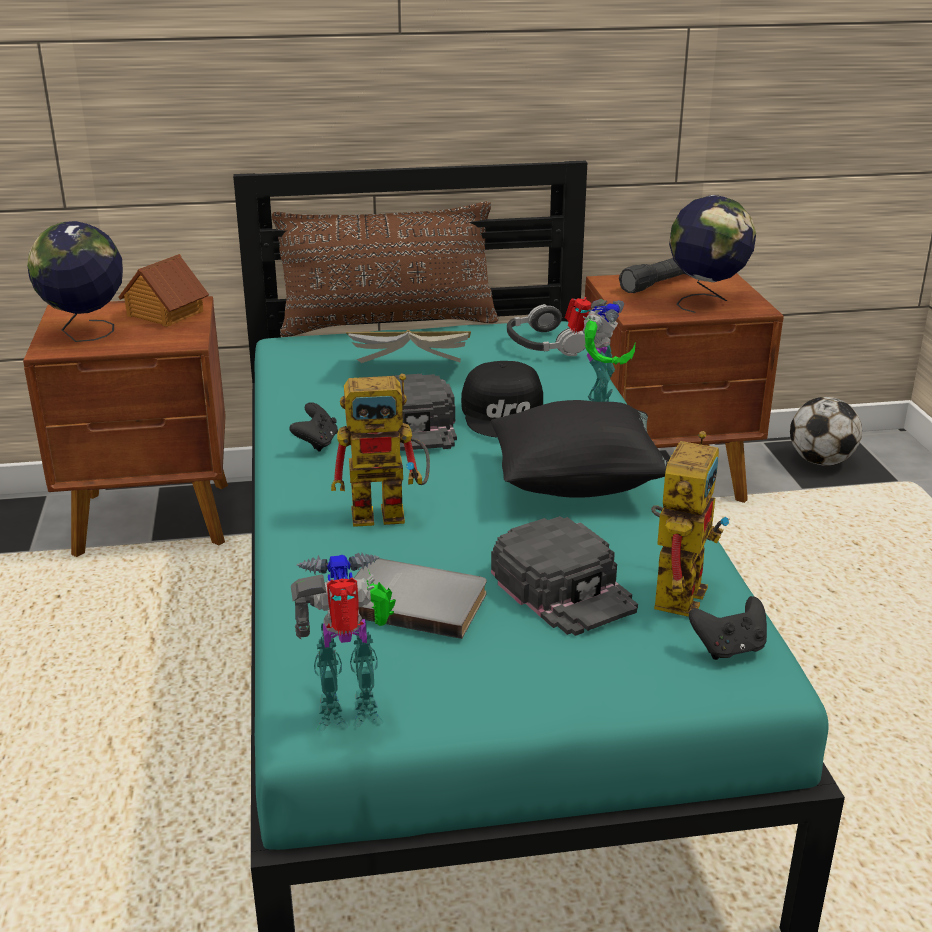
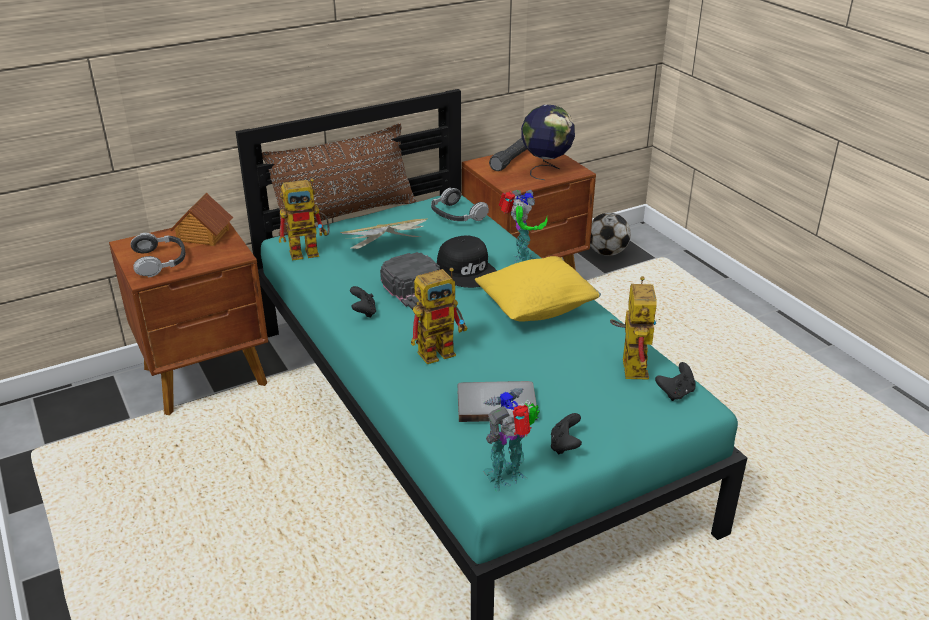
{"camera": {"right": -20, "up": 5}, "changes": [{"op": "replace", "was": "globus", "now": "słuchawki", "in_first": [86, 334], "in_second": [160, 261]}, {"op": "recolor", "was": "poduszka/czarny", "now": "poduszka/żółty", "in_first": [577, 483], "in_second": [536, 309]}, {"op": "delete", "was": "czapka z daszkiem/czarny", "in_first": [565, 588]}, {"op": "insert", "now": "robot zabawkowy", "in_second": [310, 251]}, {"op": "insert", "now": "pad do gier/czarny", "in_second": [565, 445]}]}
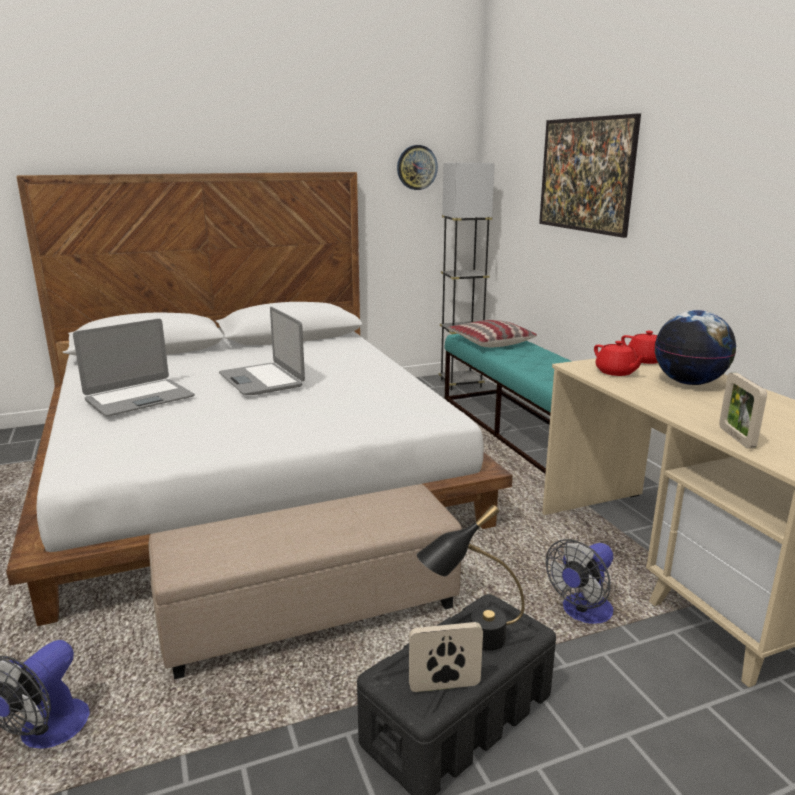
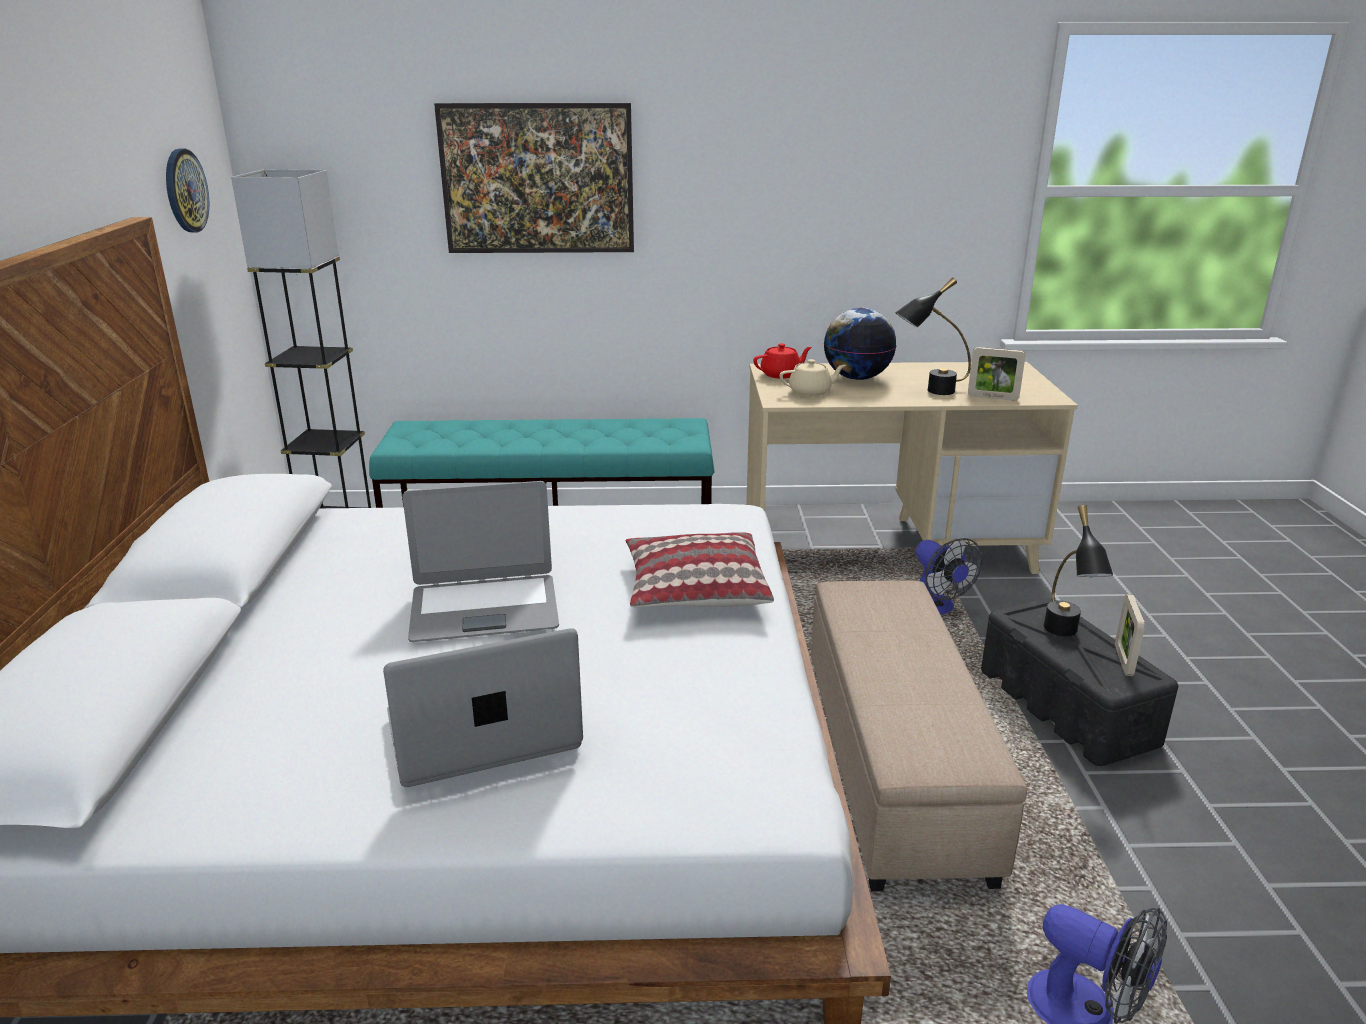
{"camera": {"right": -70, "up": 5}, "changes": [{"op": "rotate", "was": "laptop", "in_first": [139, 399], "in_second": [483, 733], "clockwise": -90}, {"op": "move", "was": "poduszka", "in_first": [490, 342], "in_second": [695, 589]}, {"op": "recolor", "was": "imbryk/czerwony", "now": "imbryk/beżowy", "in_first": [616, 372], "in_second": [811, 392]}, {"op": "insert", "now": "lampa stołowa/czarny", "in_second": [928, 392]}]}
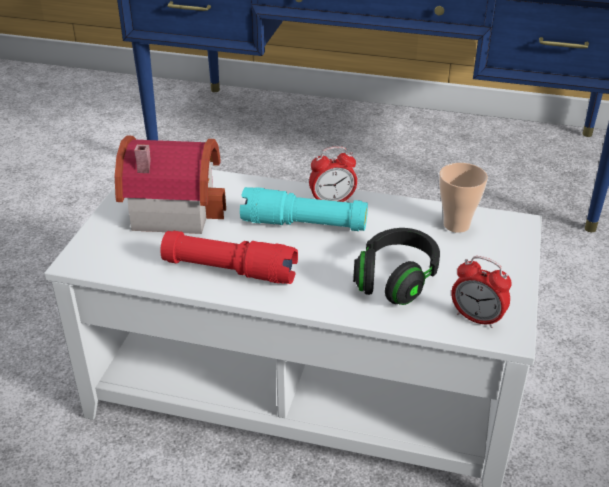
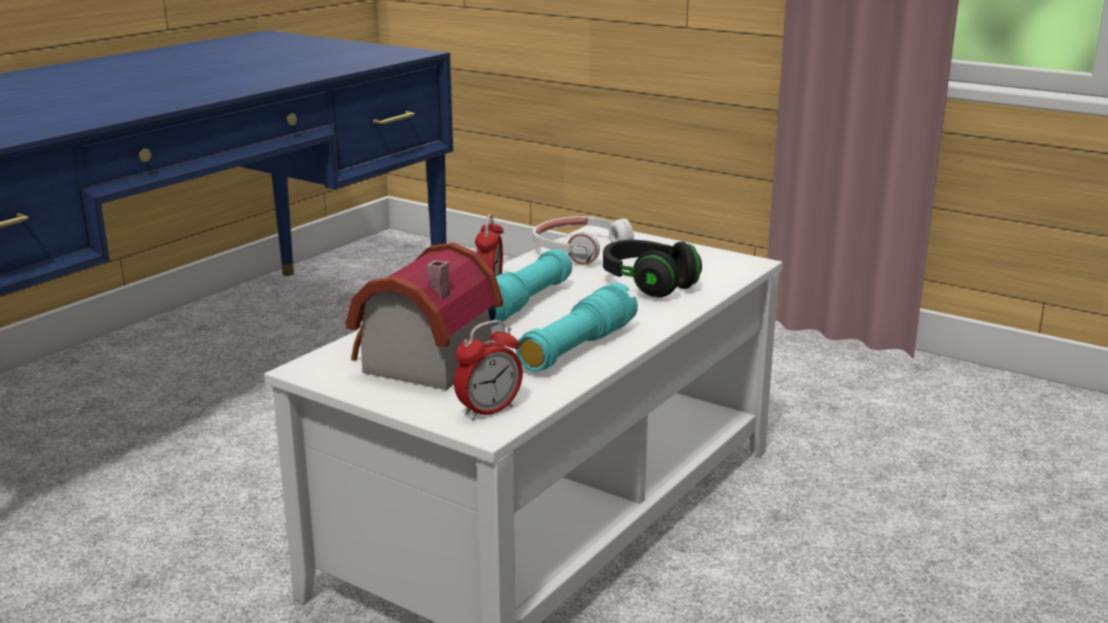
{"camera": {"right": -70, "up": -15}, "changes": [{"op": "replace", "was": "filiżanka", "now": "słuchawki/biały", "in_first": [456, 225], "in_second": [580, 250]}, {"op": "recolor", "was": "latarka/czerwony", "now": "latarka/turkusowy", "in_first": [229, 270], "in_second": [577, 348]}, {"op": "move", "was": "budzik", "in_first": [477, 318], "in_second": [489, 411]}]}
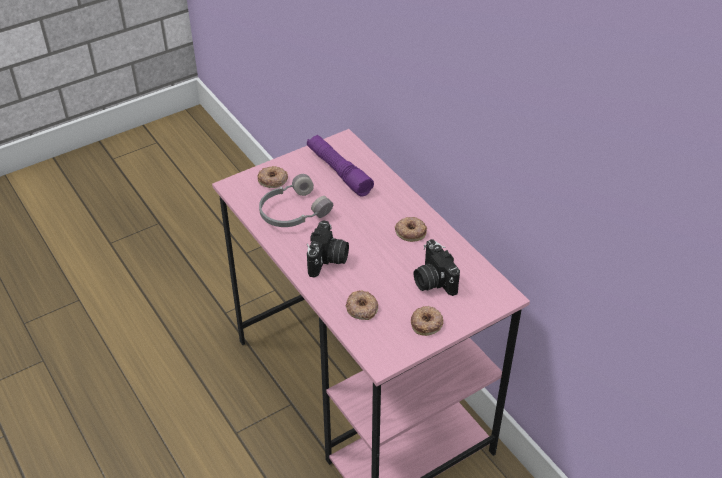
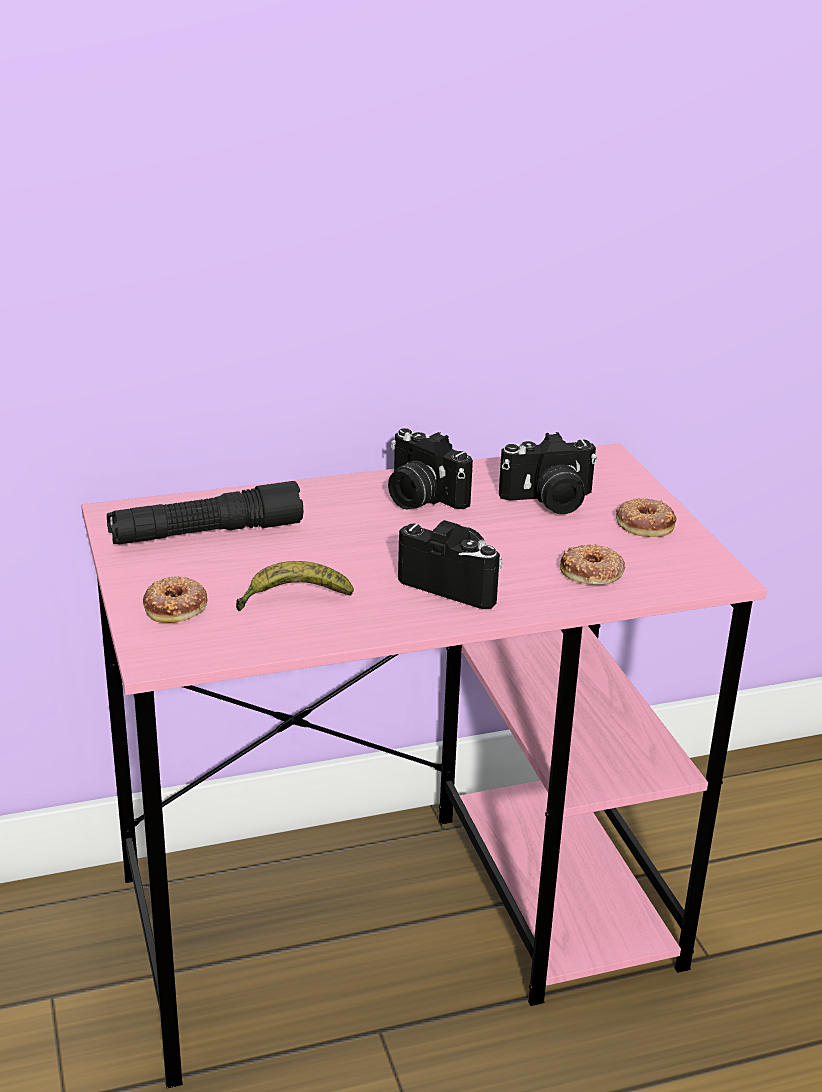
{"camera": {"right": -75, "up": -15}, "changes": [{"op": "recolor", "was": "latarka/fioletowy", "now": "latarka/czarny", "in_first": [338, 171], "in_second": [206, 533]}, {"op": "replace", "was": "słuchawki/szary", "now": "banan", "in_first": [292, 211], "in_second": [292, 599]}, {"op": "replace", "was": "donut", "now": "aparat fotograficzny", "in_first": [410, 231], "in_second": [420, 498]}]}
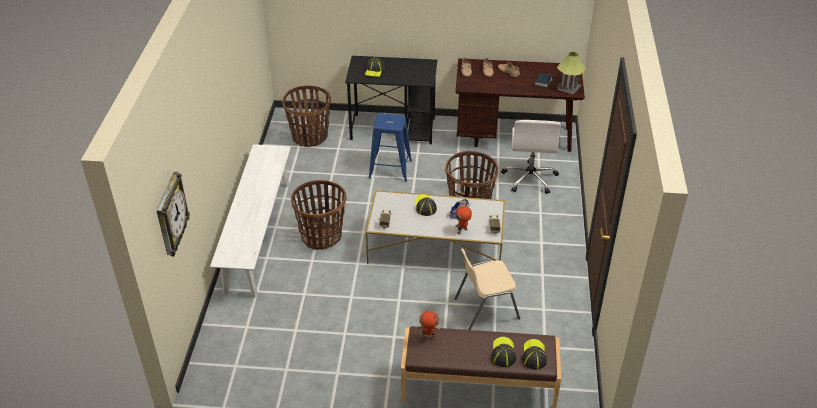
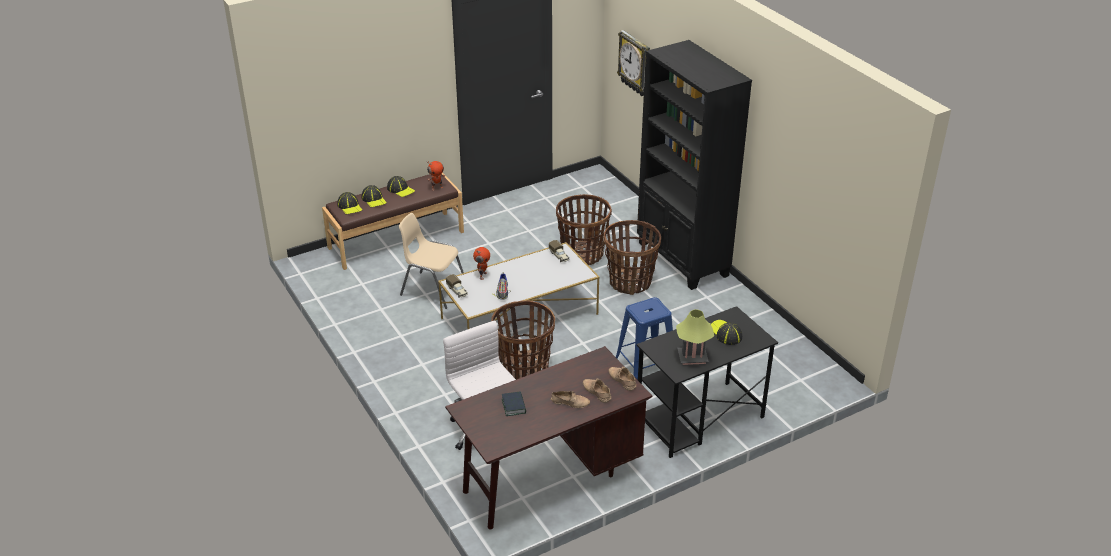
{"camera": {"right": 145, "up": -5}, "changes": [{"op": "move", "was": "lampa stołowa", "in_first": [568, 88], "in_second": [692, 357]}, {"op": "move", "was": "koszyk", "in_first": [310, 137], "in_second": [582, 254]}, {"op": "replace", "was": "ławka/biały", "now": "regał/czarny", "in_first": [258, 236], "in_second": [682, 260]}, {"op": "move", "was": "czapka z daszkiem", "in_first": [425, 206], "in_second": [400, 189]}, {"op": "rotate", "was": "krzesło/beżowy", "in_first": [485, 308], "in_second": [432, 289], "clockwise": -105}]}
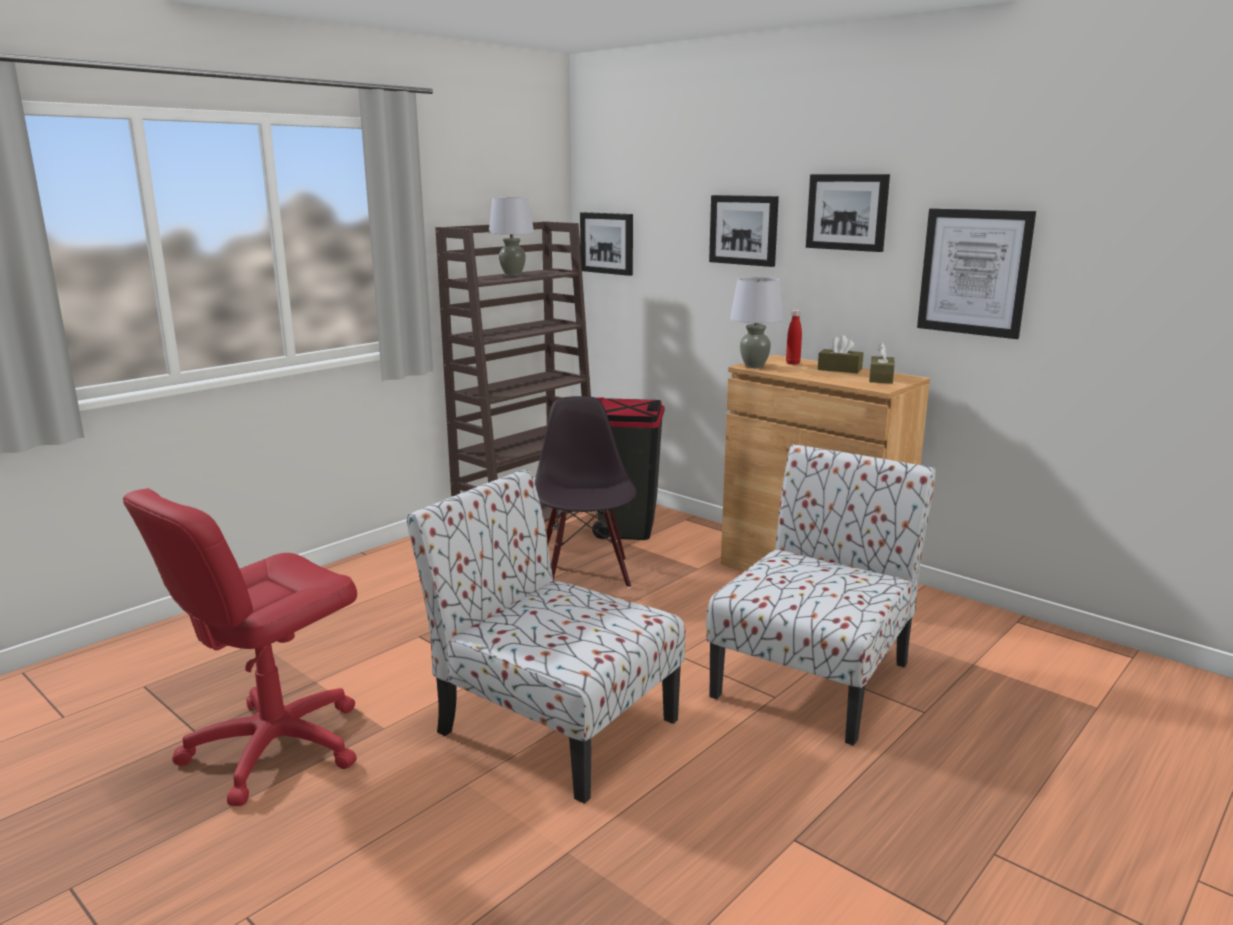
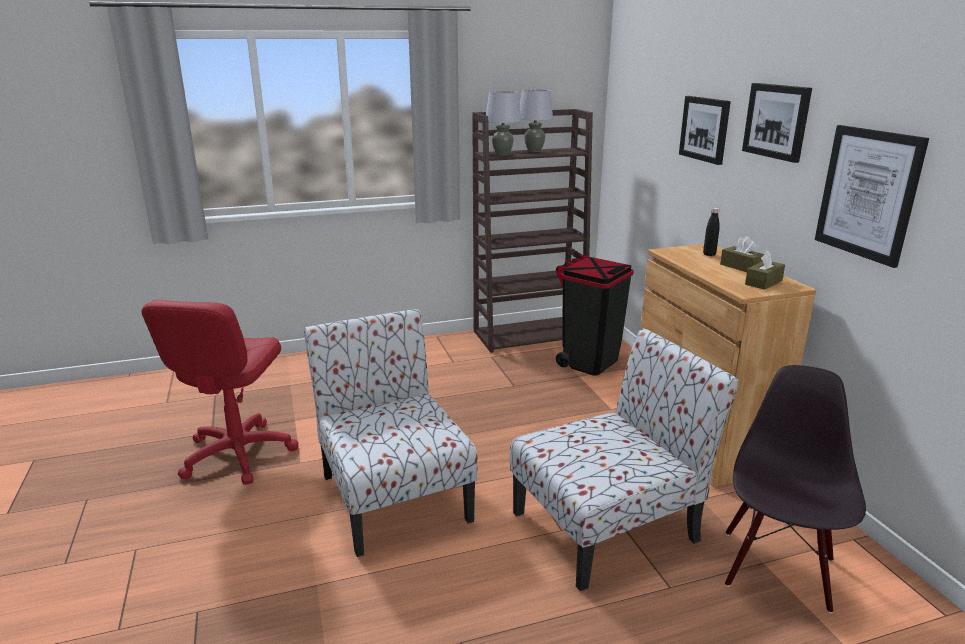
{"camera": {"right": 30, "up": 5}, "changes": [{"op": "delete", "was": "obraz", "in_first": [607, 243]}, {"op": "move", "was": "lampa stołowa/szary", "in_first": [753, 366], "in_second": [502, 154]}, {"op": "recolor", "was": "butelka/czerwony", "now": "butelka/czarny", "in_first": [792, 363], "in_second": [709, 254]}, {"op": "move", "was": "krzesło/czarny", "in_first": [585, 575], "in_second": [777, 570]}, {"op": "rotate", "was": "krzesło biurowe/czerwony", "in_first": [274, 747], "in_second": [237, 454], "clockwise": -60}]}
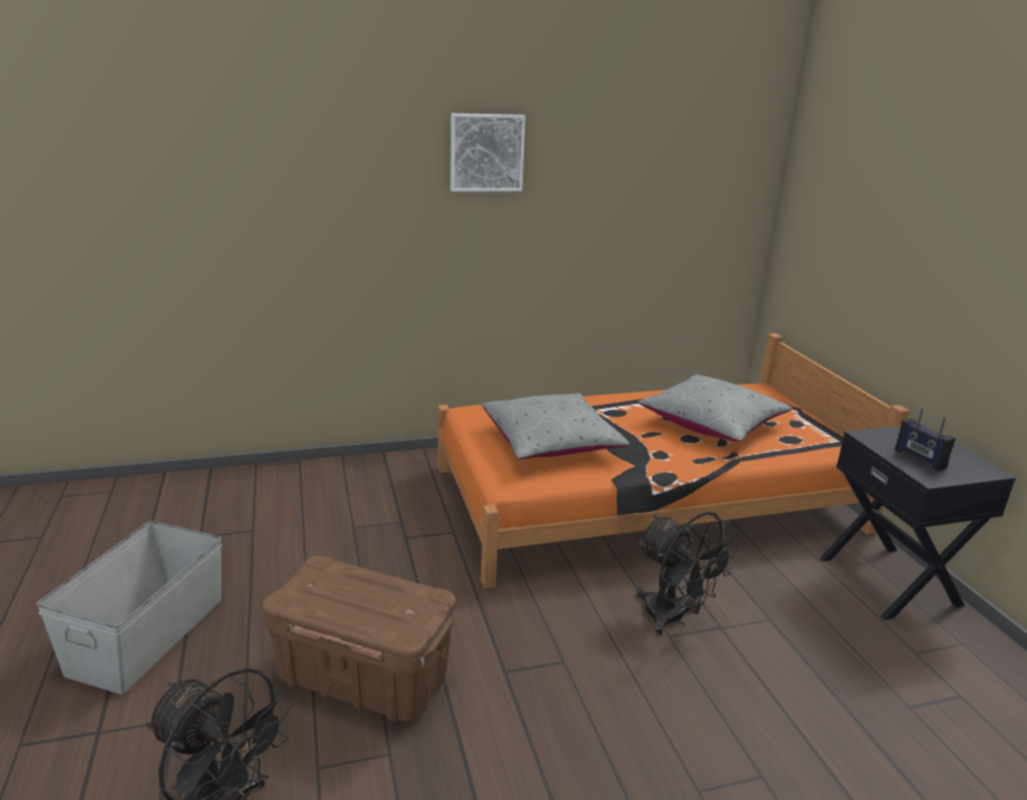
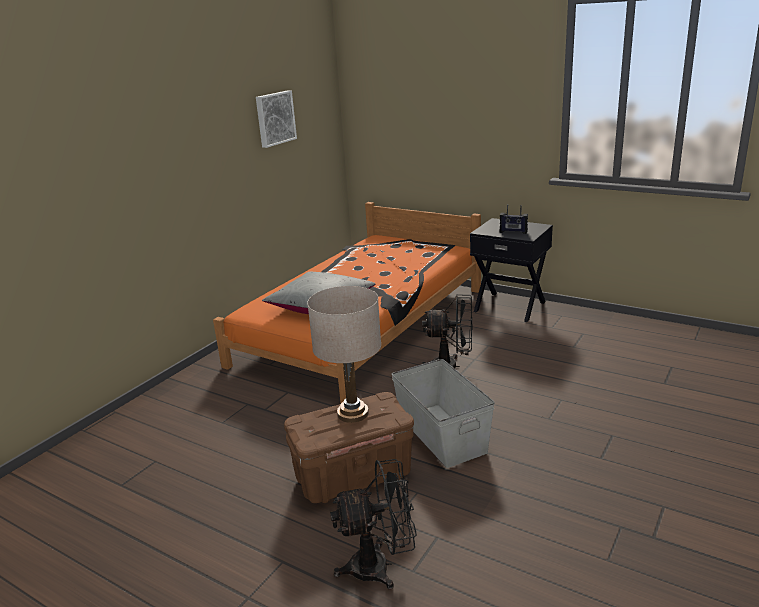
{"camera": {"right": -40, "up": 0}, "changes": [{"op": "move", "was": "obraz", "in_first": [486, 152], "in_second": [274, 118]}, {"op": "delete", "was": "poduszka/szary", "in_first": [711, 424]}, {"op": "move", "was": "pojemnik do przechowywania/szary", "in_first": [146, 635], "in_second": [441, 434]}, {"op": "insert", "now": "lampa stołowa/beżowy", "in_second": [352, 413]}]}
